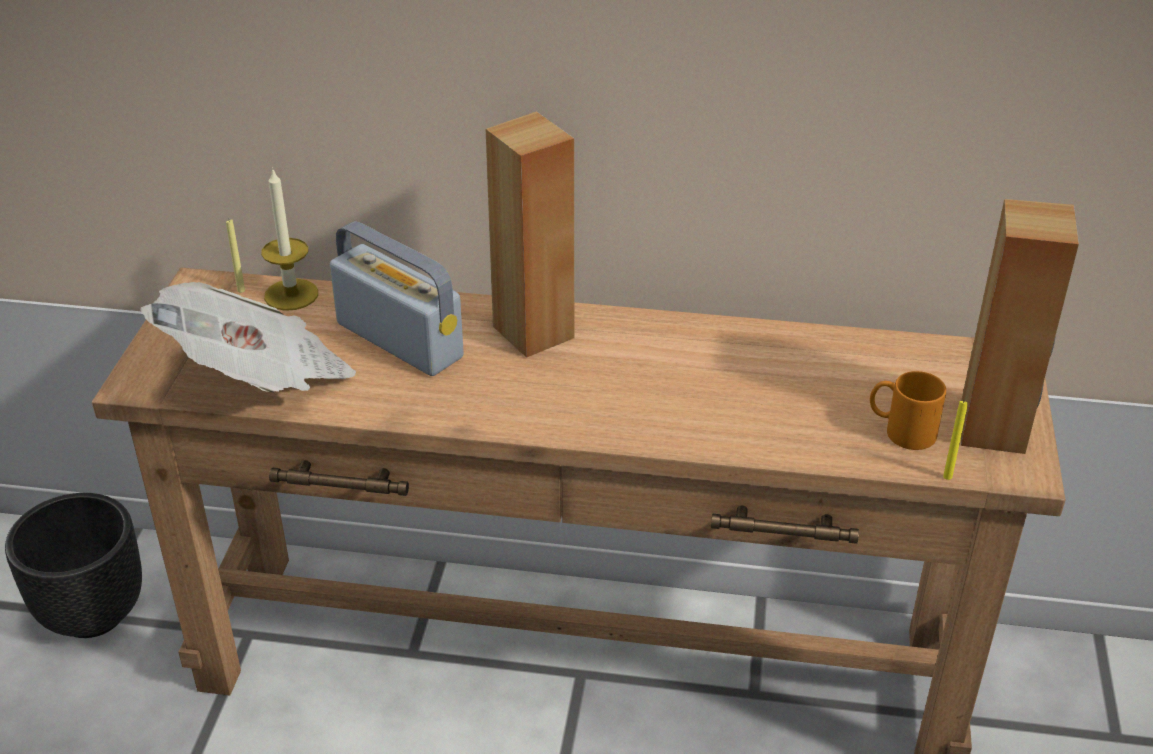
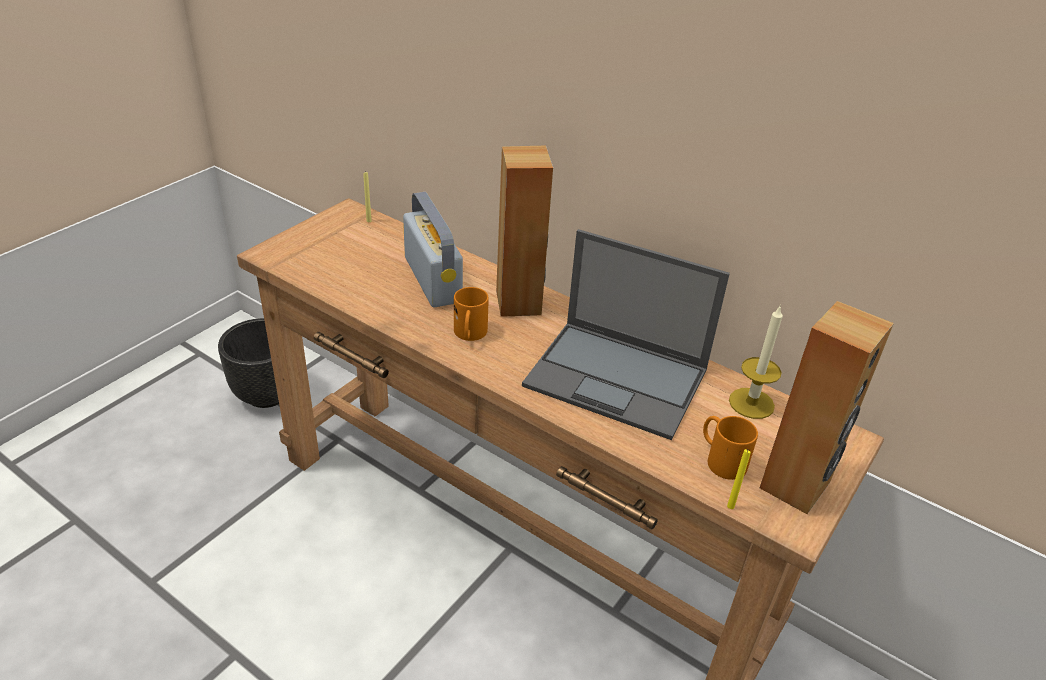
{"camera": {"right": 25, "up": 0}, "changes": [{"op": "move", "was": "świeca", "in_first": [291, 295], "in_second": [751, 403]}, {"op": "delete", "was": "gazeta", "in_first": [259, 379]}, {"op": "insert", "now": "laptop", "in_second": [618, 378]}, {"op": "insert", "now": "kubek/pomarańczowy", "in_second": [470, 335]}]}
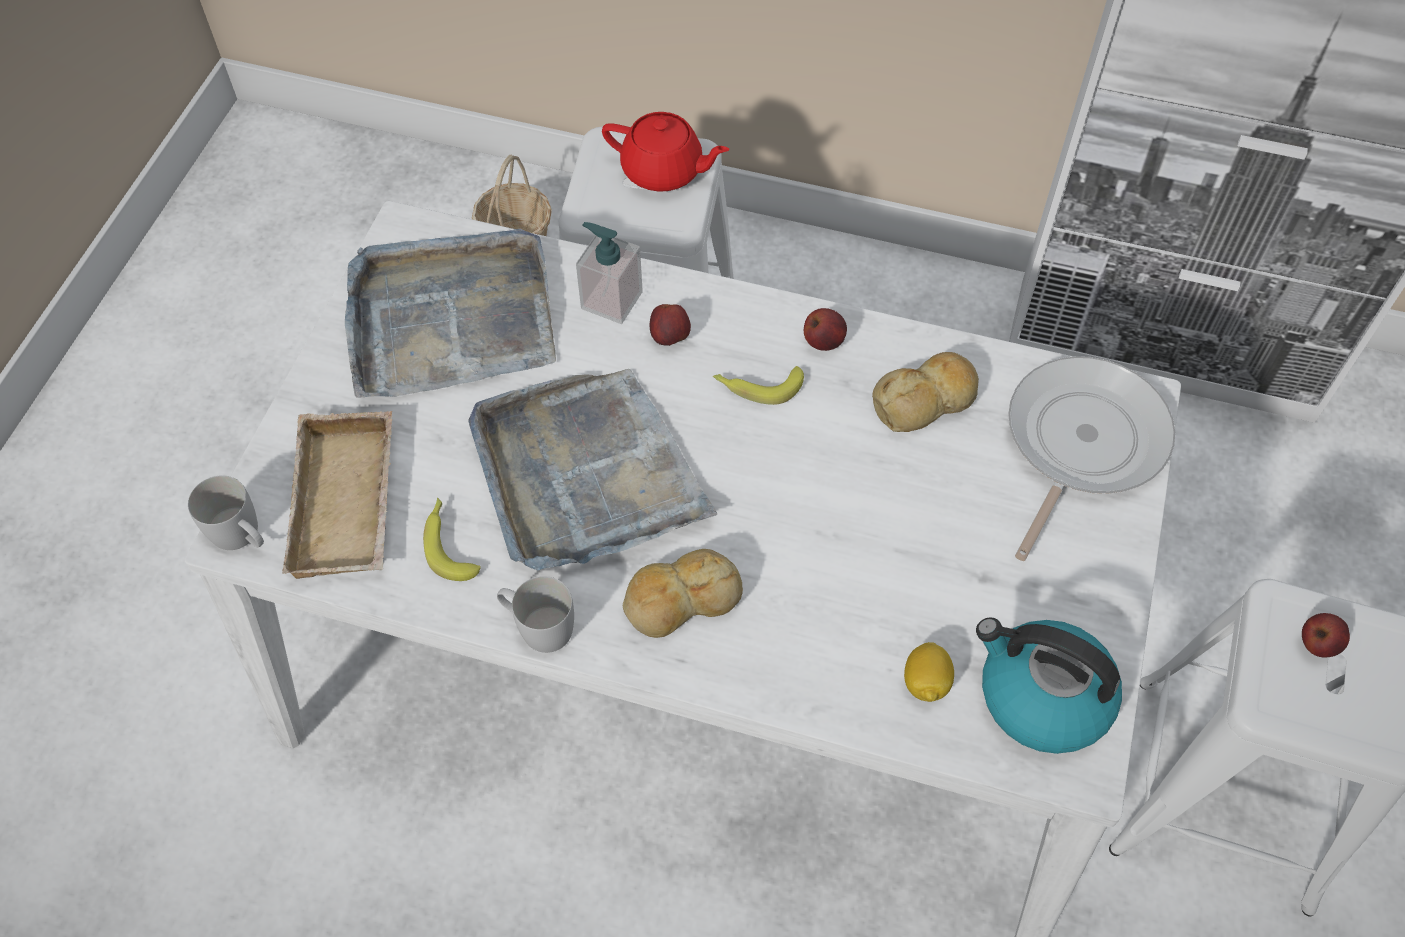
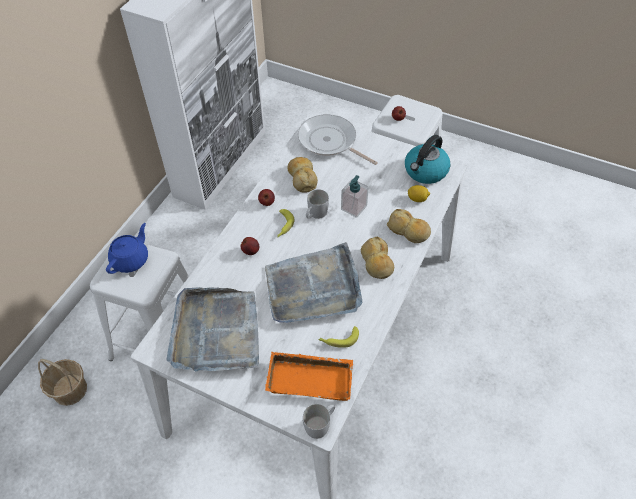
{"camera": {"right": -80, "up": -5}, "changes": [{"op": "recolor", "was": "imbryk/czerwony", "now": "imbryk/niebieski", "in_first": [664, 171], "in_second": [131, 260]}, {"op": "move", "was": "dozownik mydła", "in_first": [611, 300], "in_second": [353, 208]}, {"op": "recolor", "was": "taca/beżowy", "now": "taca/pomarańczowy", "in_first": [349, 504], "in_second": [311, 378]}, {"op": "move", "was": "kubek/biały", "in_first": [537, 626], "in_second": [315, 214]}, {"op": "insert", "now": "chleb", "in_second": [408, 231]}]}
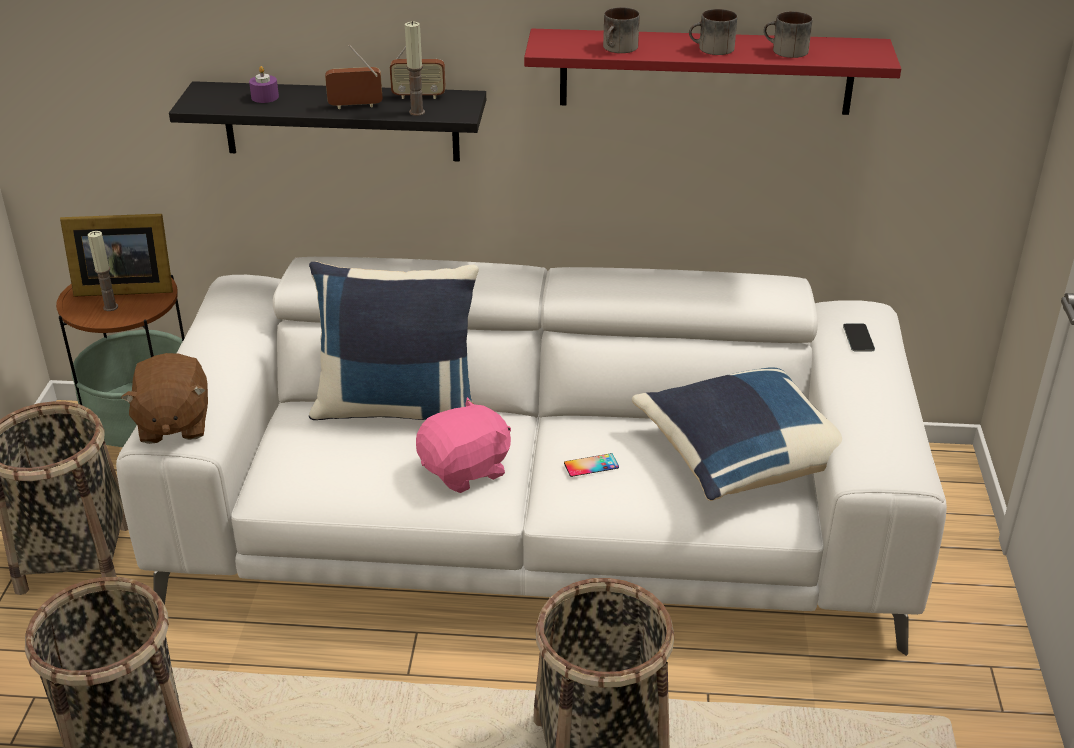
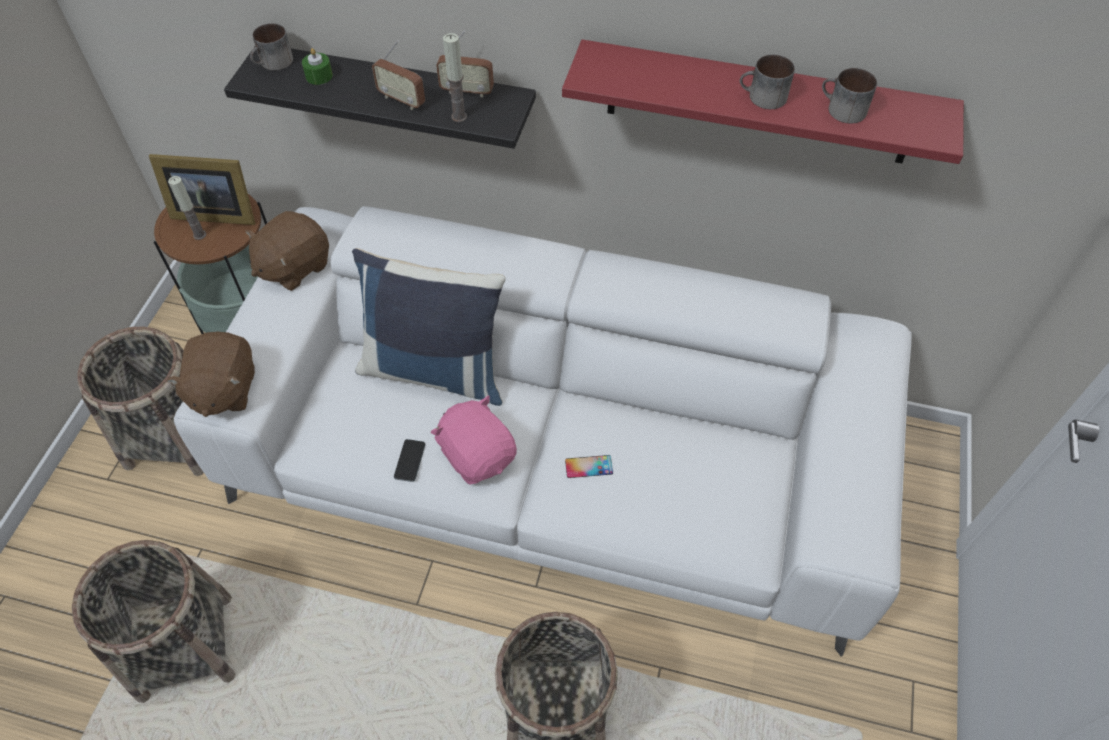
{"camera": {"right": 10, "up": 20}, "changes": [{"op": "move", "was": "kubek", "in_first": [619, 49], "in_second": [274, 63]}, {"op": "rotate", "was": "radio", "in_first": [355, 106], "in_second": [402, 100], "clockwise": -150}, {"op": "recolor", "was": "świeca/fioletowy", "now": "świeca/zielony", "in_first": [265, 97], "in_second": [319, 76]}, {"op": "move", "was": "telefon", "in_first": [858, 338], "in_second": [409, 460]}, {"op": "delete", "was": "poduszka/niebieski", "in_first": [740, 457]}, {"op": "rotate", "was": "pluszak/różowy", "in_first": [466, 470], "in_second": [477, 454], "clockwise": -105}, {"op": "insert", "now": "pluszak/brązowy", "in_second": [294, 266]}]}
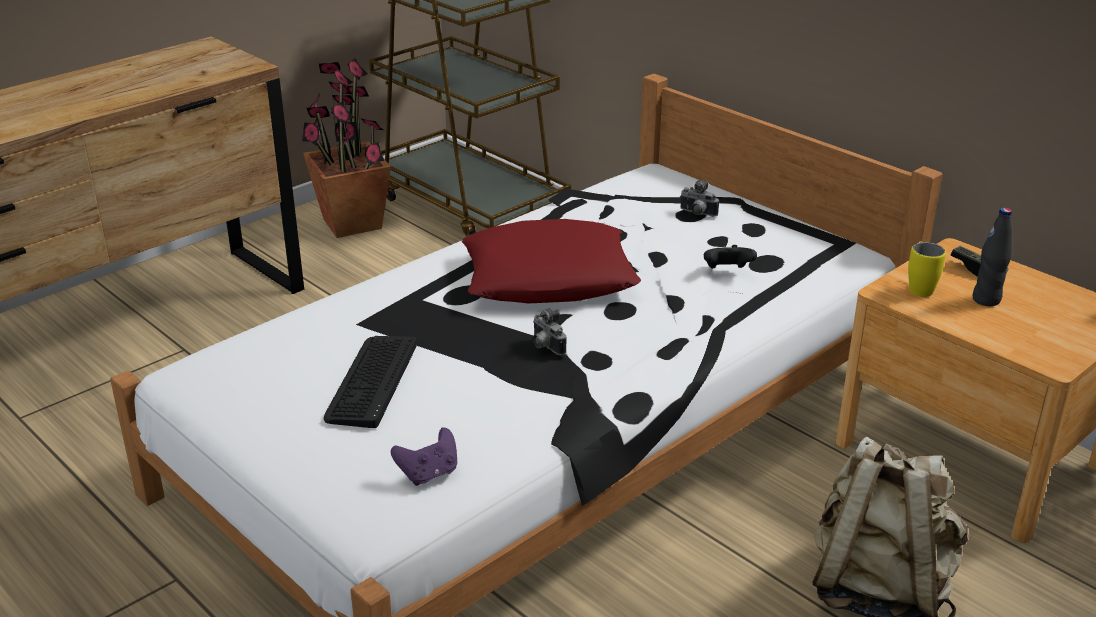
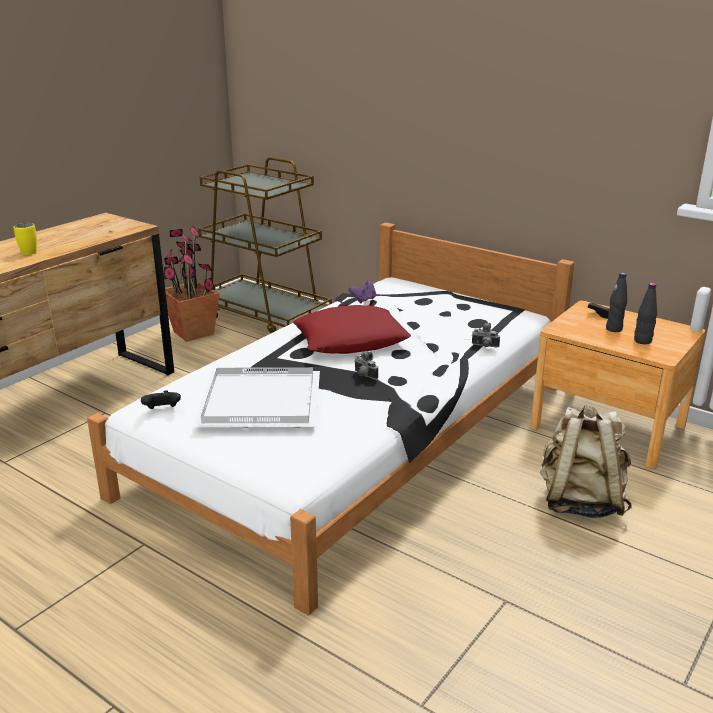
{"camera": {"right": -10, "up": -5}, "changes": [{"op": "move", "was": "aparat fotograficzny", "in_first": [697, 214], "in_second": [484, 346]}, {"op": "move", "was": "kubek/żółty", "in_first": [919, 287], "in_second": [30, 251]}, {"op": "move", "was": "pad do gier/czarny", "in_first": [727, 271], "in_second": [162, 410]}, {"op": "replace", "was": "klawiatura", "now": "taca/biały", "in_first": [371, 381], "in_second": [262, 403]}, {"op": "move", "was": "pad do gier/fioletowy", "in_first": [429, 474], "in_second": [363, 300]}, {"op": "insert", "now": "butelka/czarny", "in_second": [642, 341]}]}
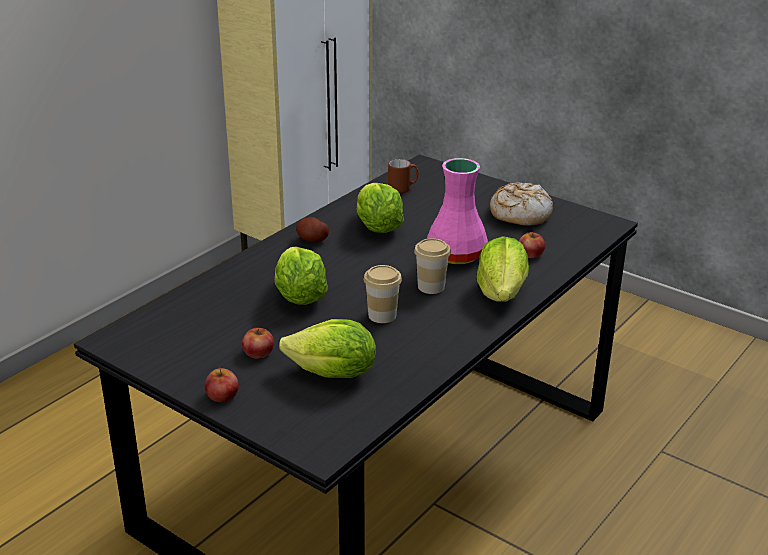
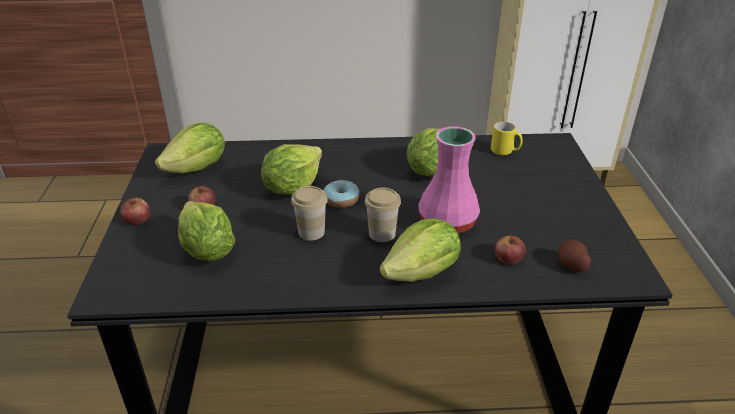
{"camera": {"right": 50, "up": 5}, "changes": [{"op": "recolor", "was": "kubek/brązowy", "now": "kubek/żółty", "in_first": [403, 189], "in_second": [505, 152]}, {"op": "delete", "was": "chleb", "in_first": [519, 213]}, {"op": "move", "was": "ziemniak", "in_first": [312, 239], "in_second": [571, 265]}, {"op": "insert", "now": "sałata", "in_second": [197, 168]}, {"op": "insert", "now": "donut", "in_second": [341, 200]}]}
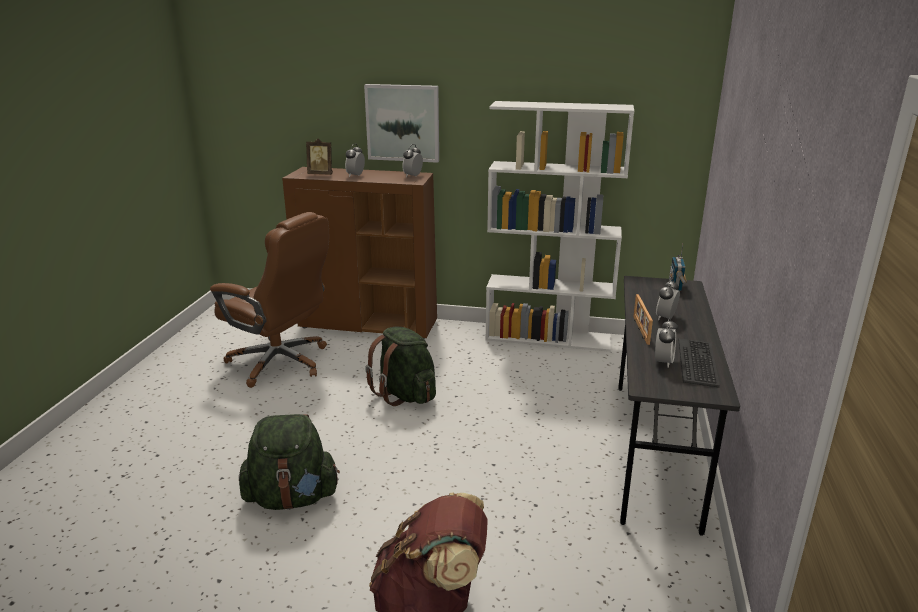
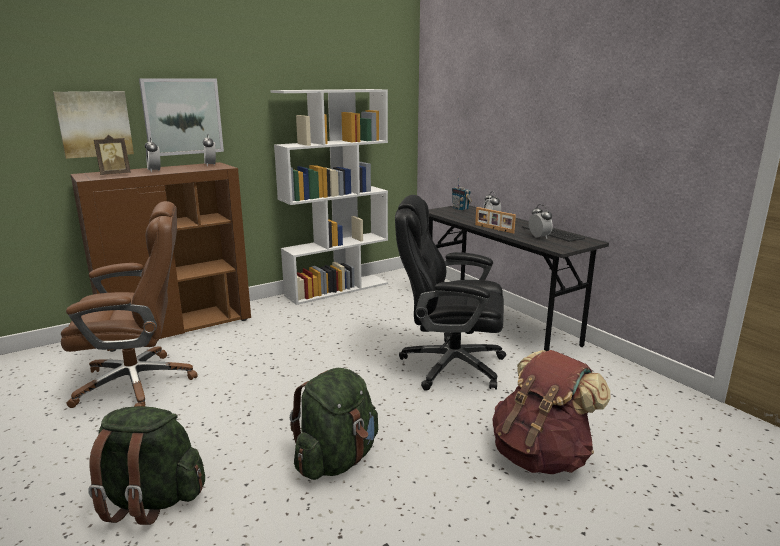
{"camera": {"right": -45, "up": -5}, "changes": [{"op": "move", "was": "plecak/zielony", "in_first": [405, 395], "in_second": [150, 500]}, {"op": "insert", "now": "obraz", "in_second": [94, 124]}, {"op": "insert", "now": "krzesło biurowe/czarny", "in_second": [450, 365]}]}
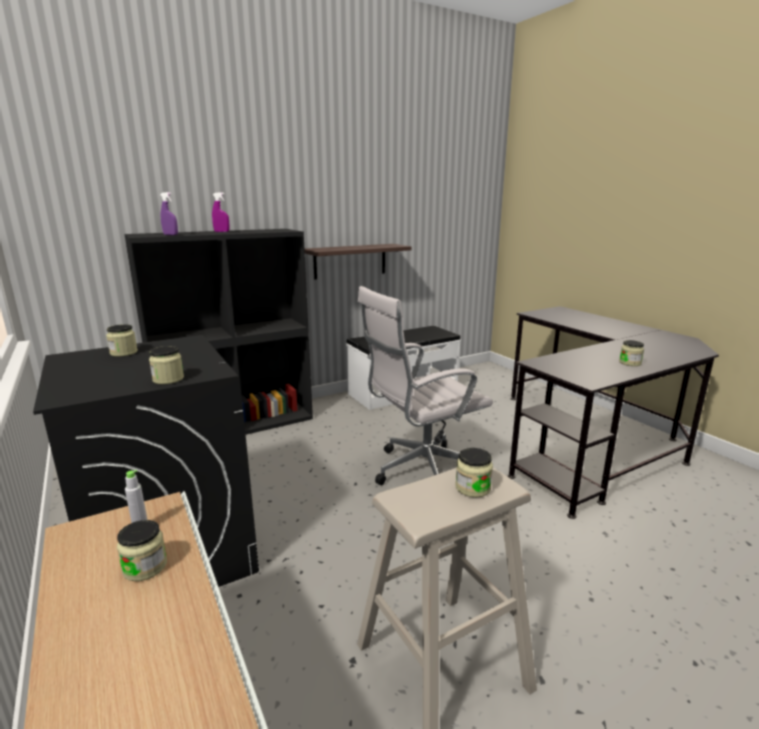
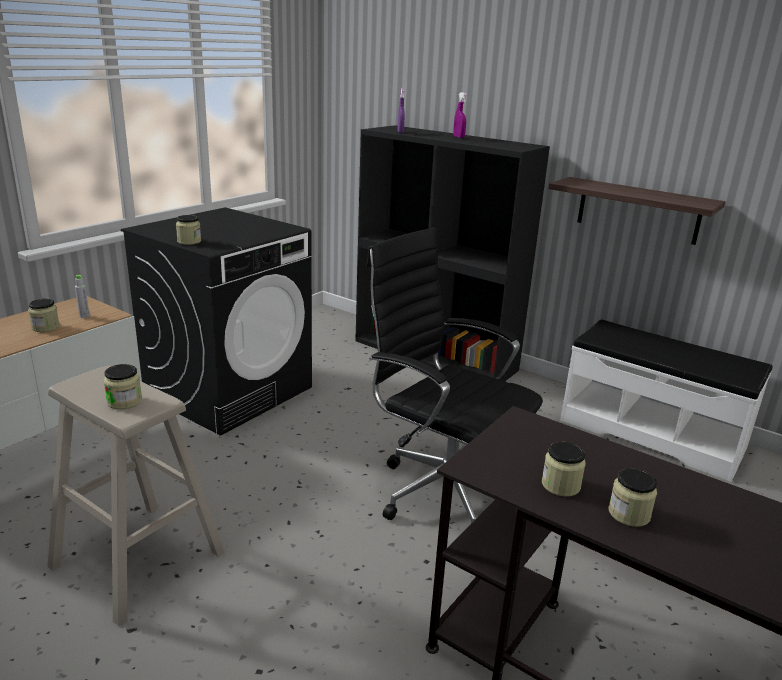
{"camera": {"right": 65, "up": 5}, "changes": [{"op": "recolor", "was": "krzesło biurowe/biały", "now": "krzesło biurowe/czarny", "in_first": [420, 471], "in_second": [441, 490]}, {"op": "move", "was": "słoik", "in_first": [124, 353], "in_second": [560, 485]}]}
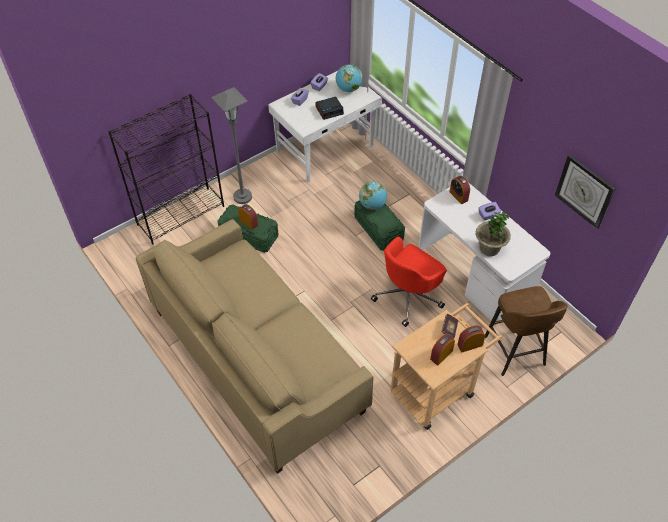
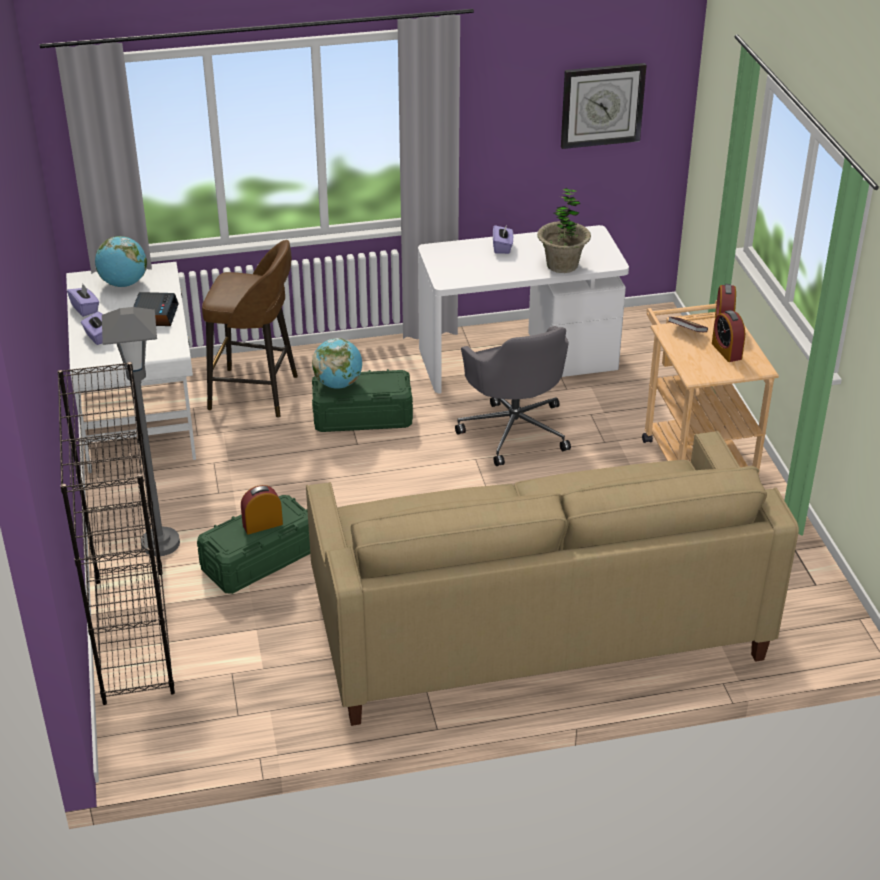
{"camera": {"right": -65, "up": -15}, "changes": [{"op": "delete", "was": "budzik", "in_first": [458, 196]}, {"op": "recolor", "was": "krzesło biurowe/czerwony", "now": "krzesło biurowe/szary", "in_first": [408, 296], "in_second": [514, 430]}, {"op": "move", "was": "stołek/brązowy", "in_first": [515, 352], "in_second": [256, 393]}]}
